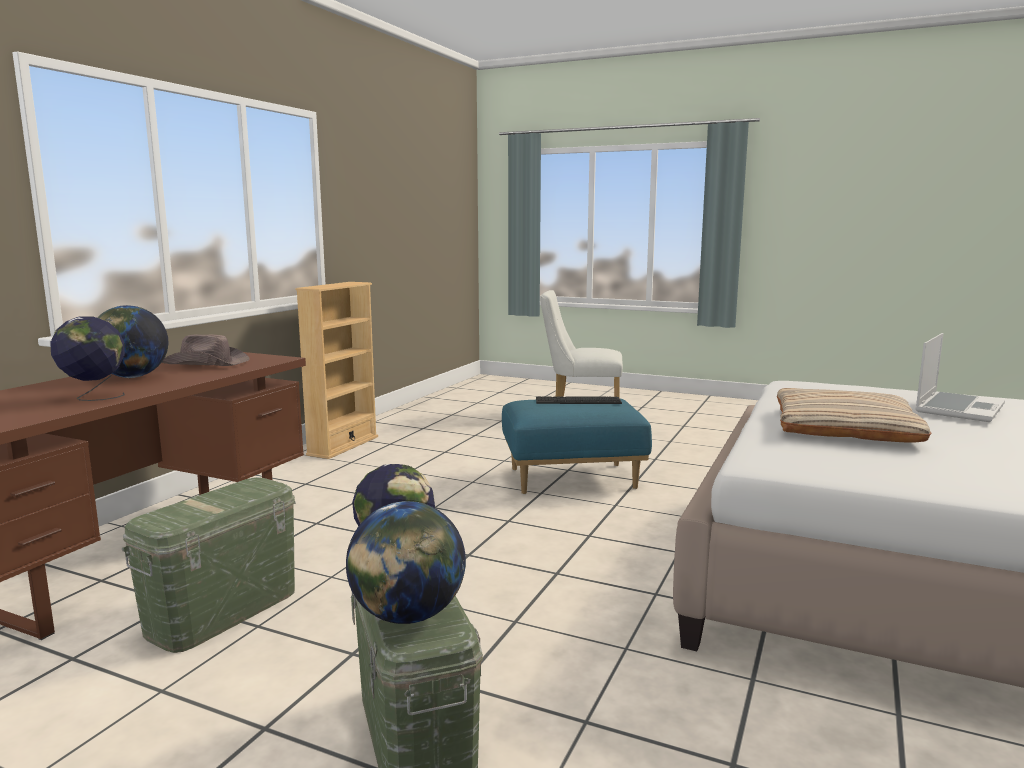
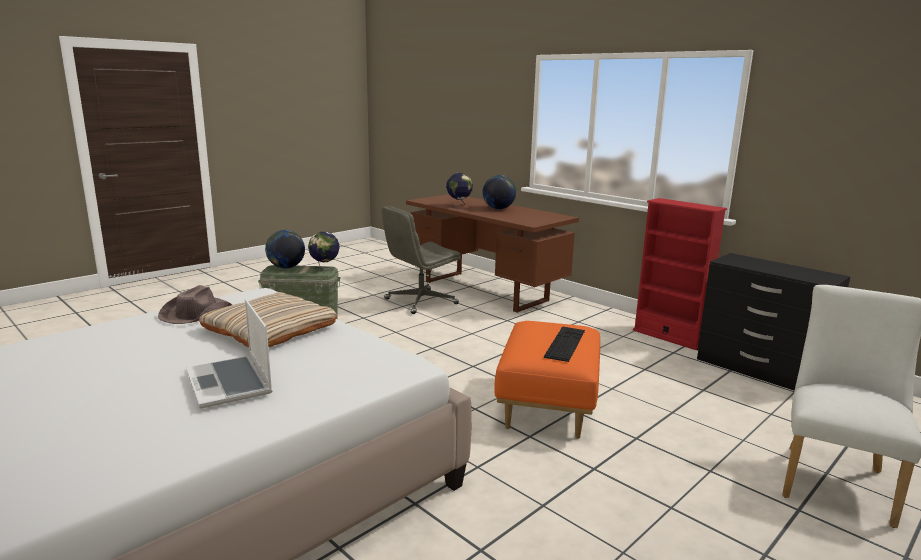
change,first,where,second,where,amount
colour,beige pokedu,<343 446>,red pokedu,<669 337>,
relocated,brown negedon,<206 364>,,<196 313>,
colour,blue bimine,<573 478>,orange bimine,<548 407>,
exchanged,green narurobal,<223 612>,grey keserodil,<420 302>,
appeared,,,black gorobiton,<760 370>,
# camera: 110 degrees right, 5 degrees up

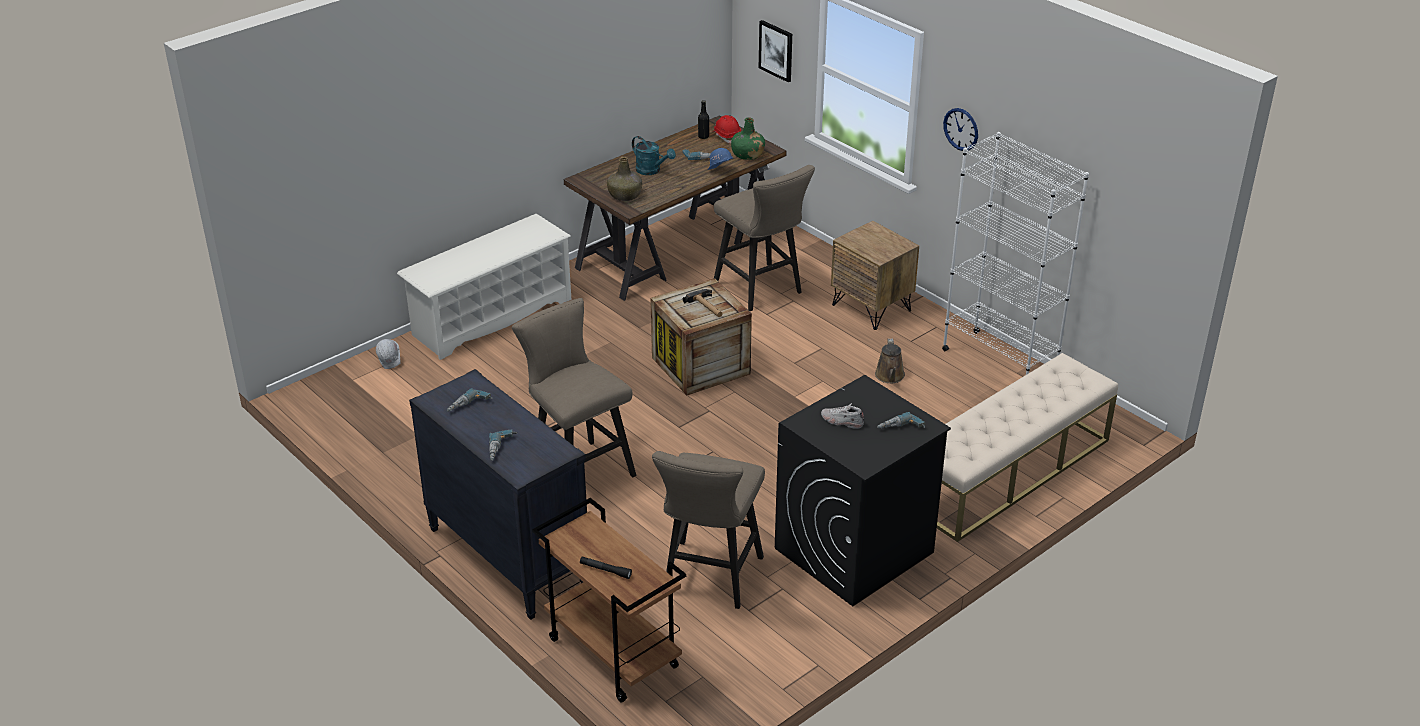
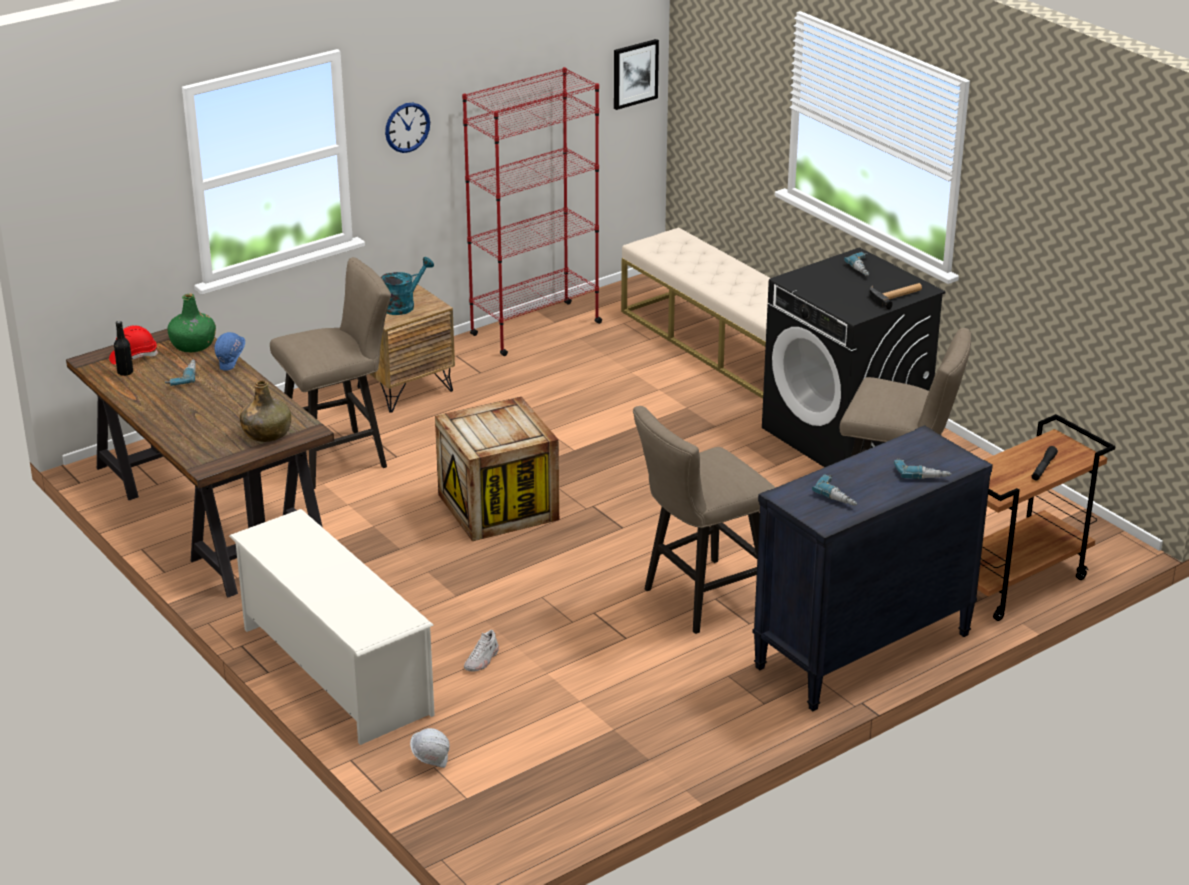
change,first,where,second,where,amount
relocated,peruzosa,<776 50>,,<634 73>,
colour,white pokedu,<999 363>,red pokedu,<535 329>,
relocated,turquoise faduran,<652 171>,,<403 305>,
relocated,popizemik,<707 307>,,<896 296>,
missing,brown faduran,<890 376>,,,
relocated,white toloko,<841 421>,,<482 660>,
# camera: 85 degrees left, 5 degrees down

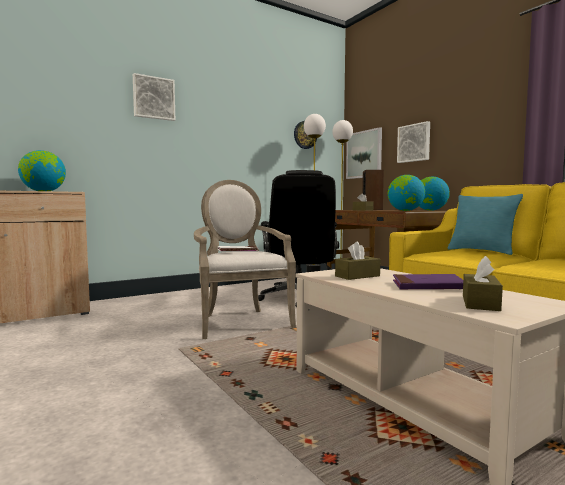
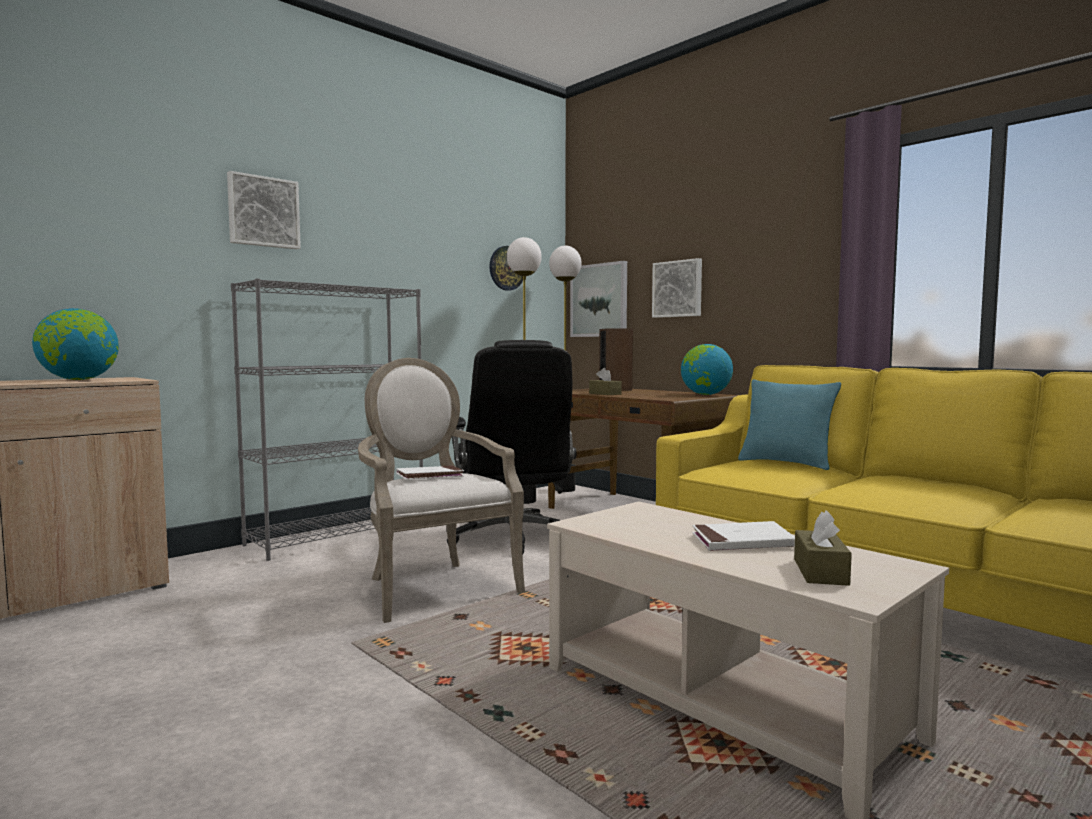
change,first,where,second,where,amount
missing,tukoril,<405 210>,,,
missing,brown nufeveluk,<357 276>,,,
colour,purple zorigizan,<428 286>,white zorigizan,<742 541>,
appeared,,,grey pokedu,<338 535>,
# camera: 10 degrees left, 0 degrees up

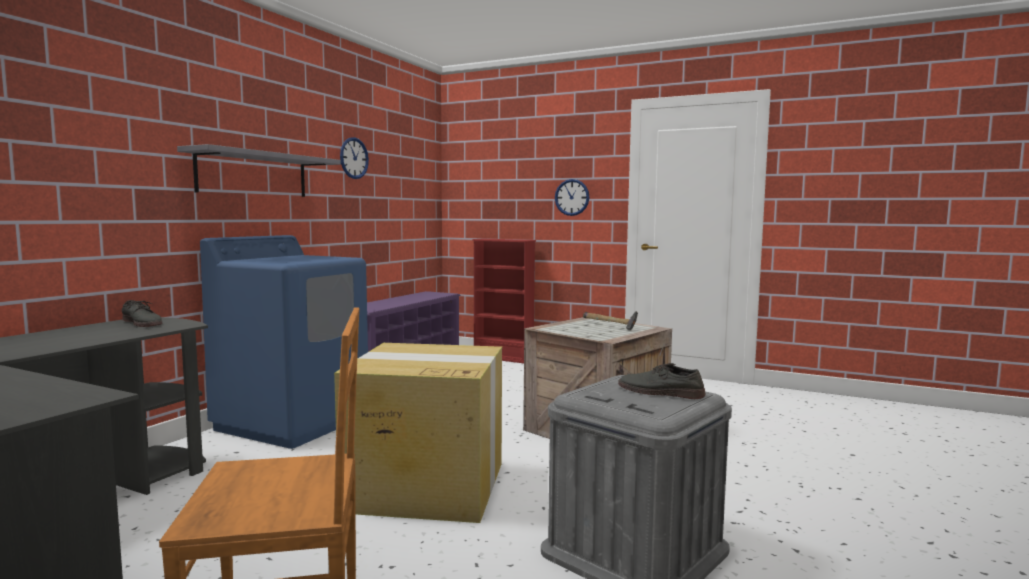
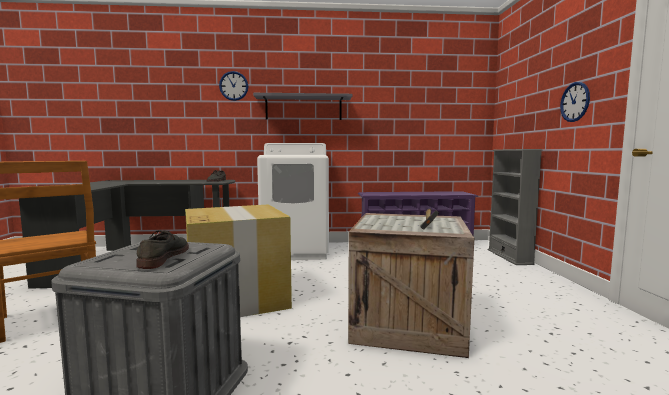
change,first,where,second,where,amount
relocated,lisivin,<354 158>,,<233 86>,
colour,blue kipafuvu,<293 422>,white kipafuvu,<296 251>,
colour,red pokedu,<503 358>,grey pokedu,<509 257>,
# camera: 60 degrees right, 0 degrees up

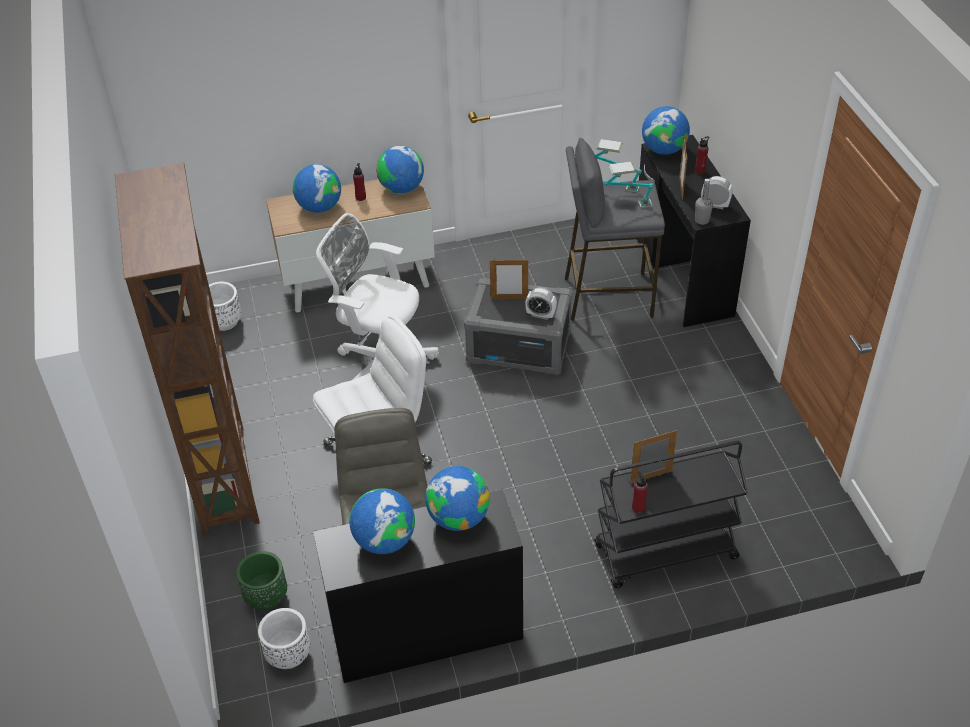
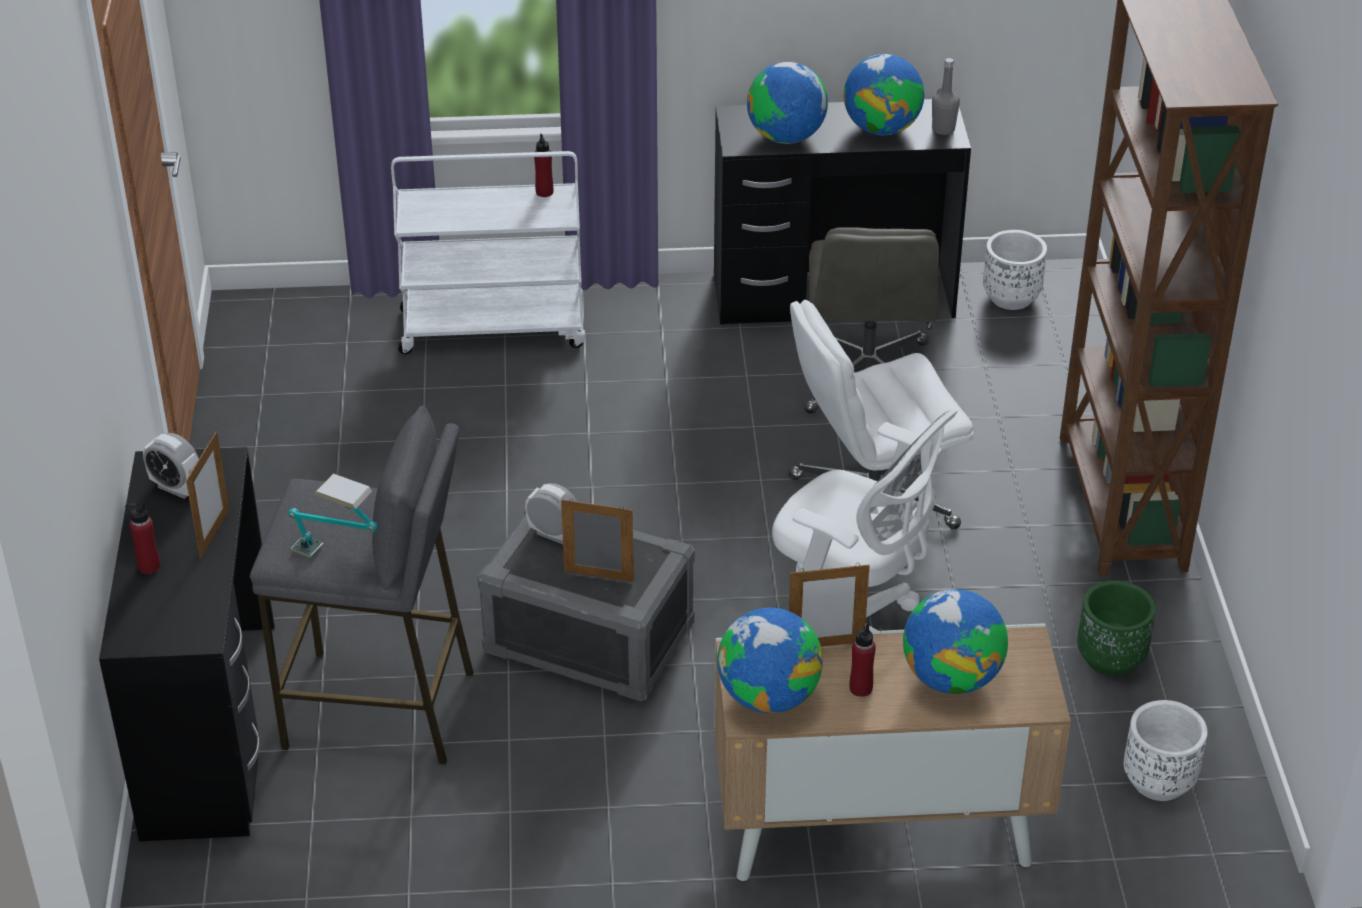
change,first,where,second,where,amount
missing,tukoril,<663 150>,,,
missing,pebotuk,<627 206>,,,
relocated,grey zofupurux,<702 220>,,<943 129>,
relocated,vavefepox,<651 476>,,<825 645>,
colour,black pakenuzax,<665 553>,white pakenuzax,<494 328>,
relocated,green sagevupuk,<266 597>,,<1111 659>,
# camera: 170 degrees left, 5 degrees down

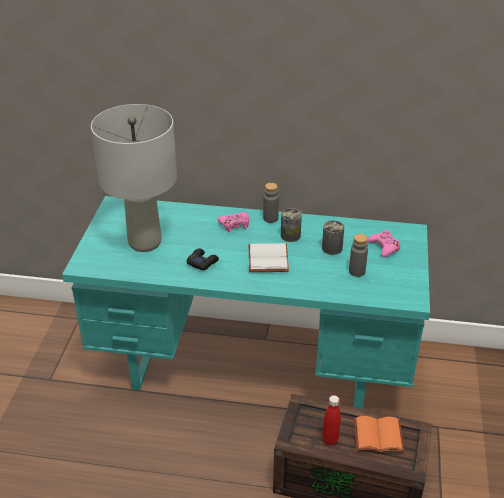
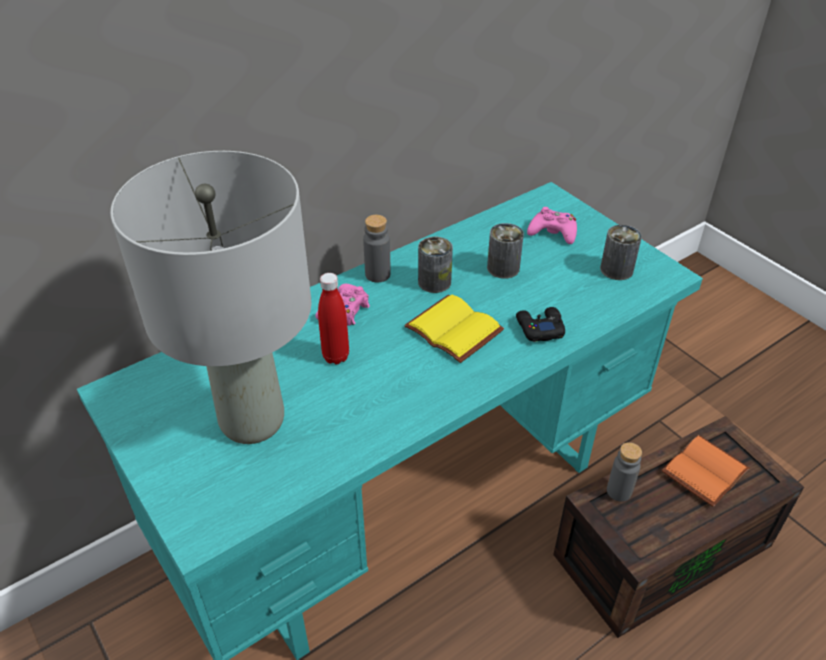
change,first,where,second,where,amount
relocated,grey zofupurux,<357 271>,,<619 491>,
colour,white zorigizan,<266 258>,yellow zorigizan,<451 330>,
relocated,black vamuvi,<202 262>,,<539 328>,
relocated,red zofupurux,<330 440>,,<336 356>,
appeared,,,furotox,<616 269>,
# camera: 45 degrees left, 5 degrees up

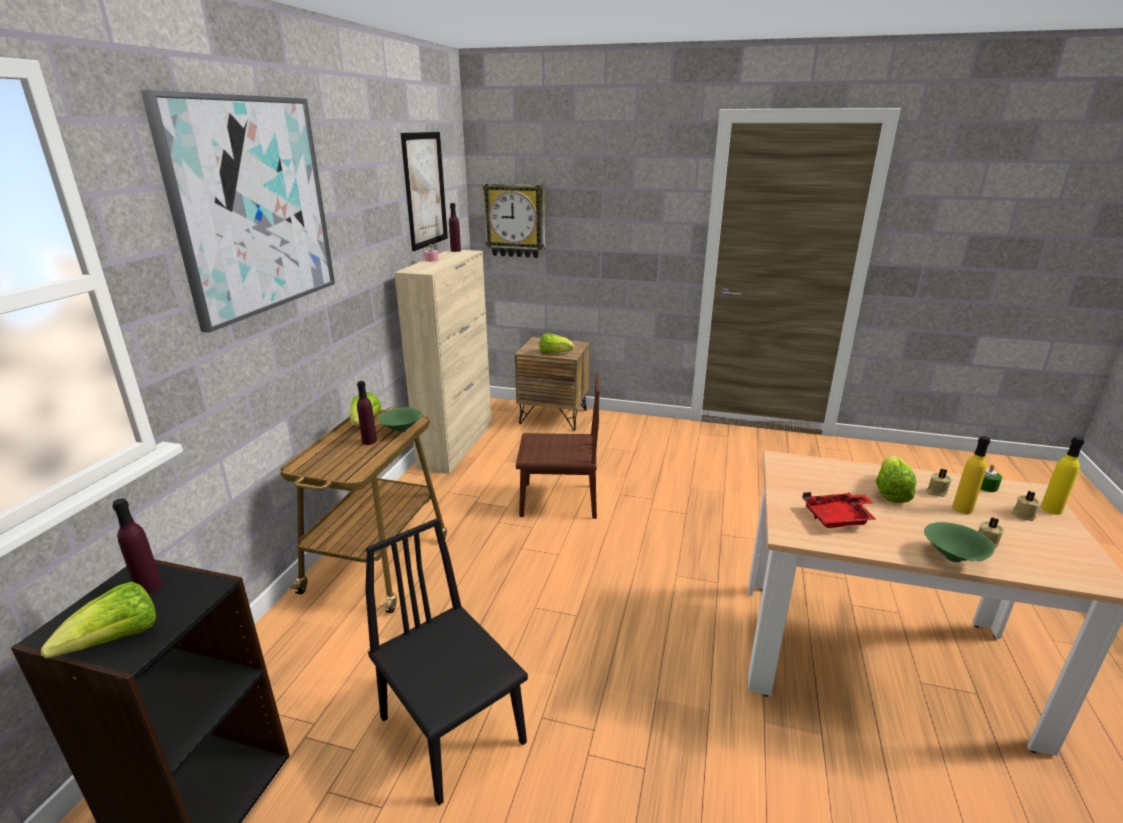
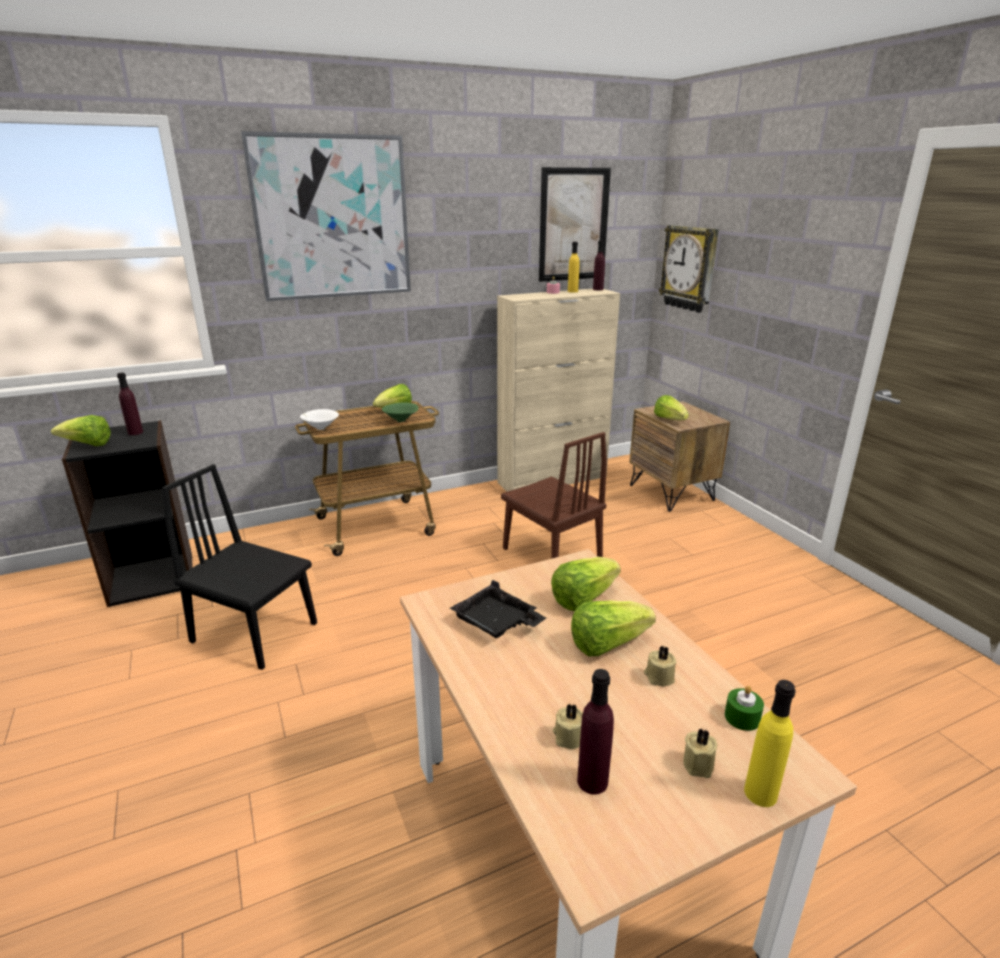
change,first,where,second,where,amount
relocated,purple zofupurux,<369 441>,,<592 781>,
relocated,yellow zofupurux,<962 509>,,<572 291>,
colour,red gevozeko,<838 518>,black gevozeko,<496 622>,
spun,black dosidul,<452 730>,,<255 632>,75 degrees counterclockwise
missing,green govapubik,<953 559>,,,
appeared,,,white govapubik,<320 428>,
appeared,,,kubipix,<583 598>,
# camera: 50 degrees right, 0 degrees up

